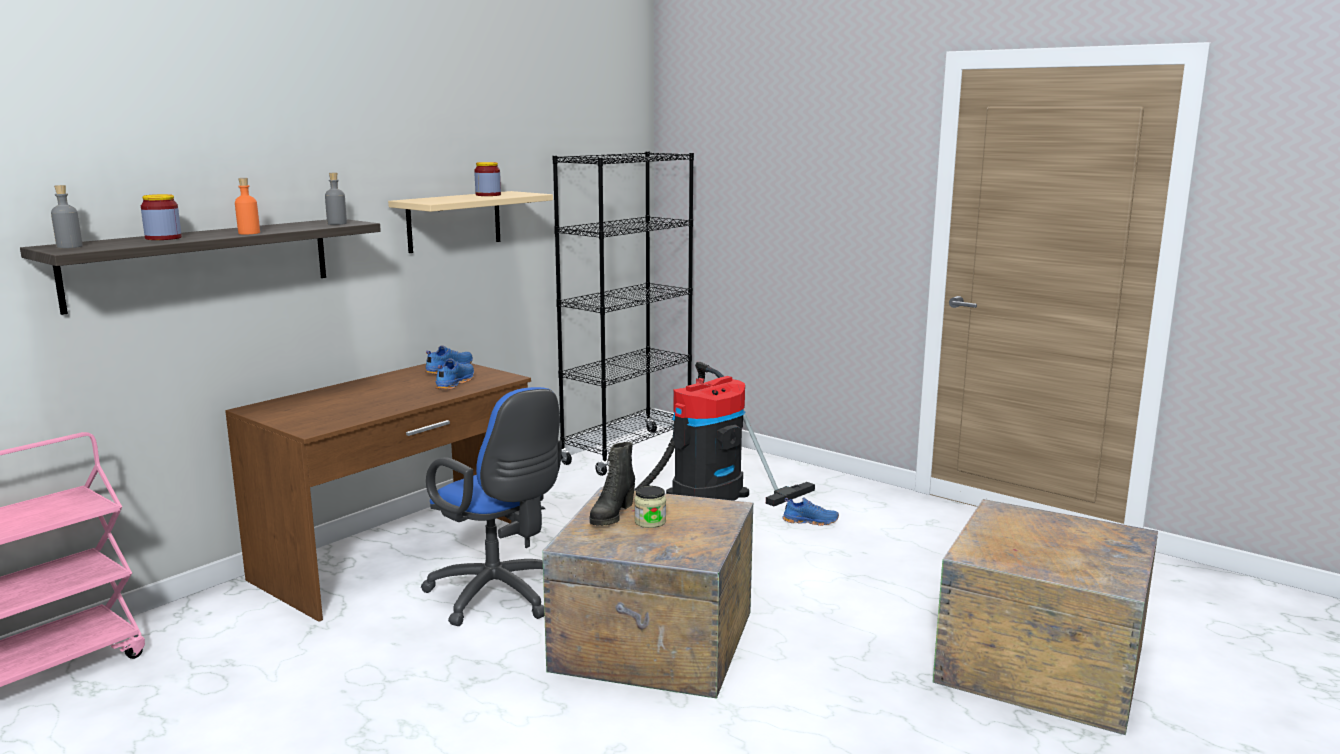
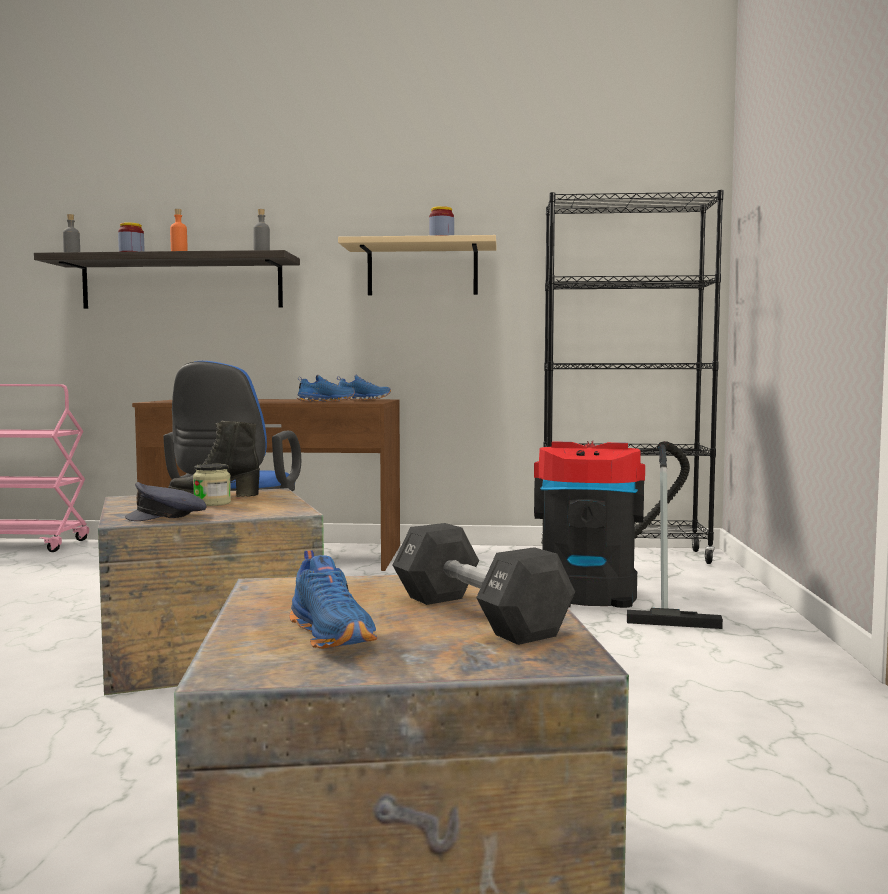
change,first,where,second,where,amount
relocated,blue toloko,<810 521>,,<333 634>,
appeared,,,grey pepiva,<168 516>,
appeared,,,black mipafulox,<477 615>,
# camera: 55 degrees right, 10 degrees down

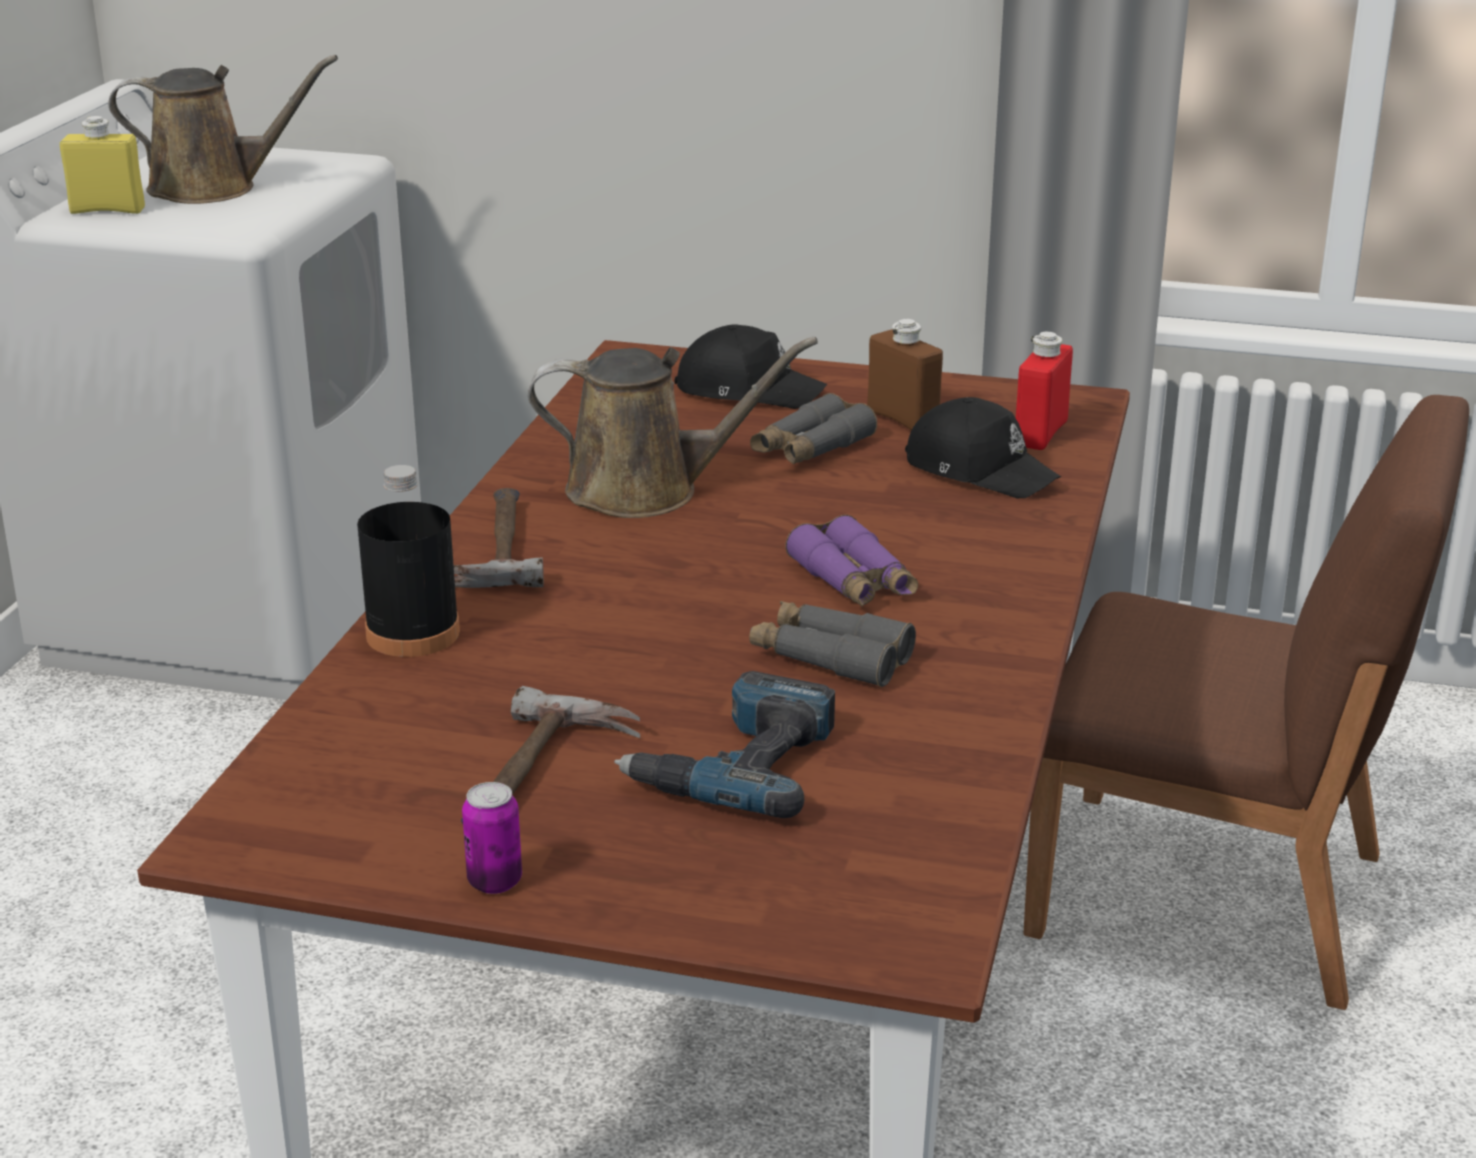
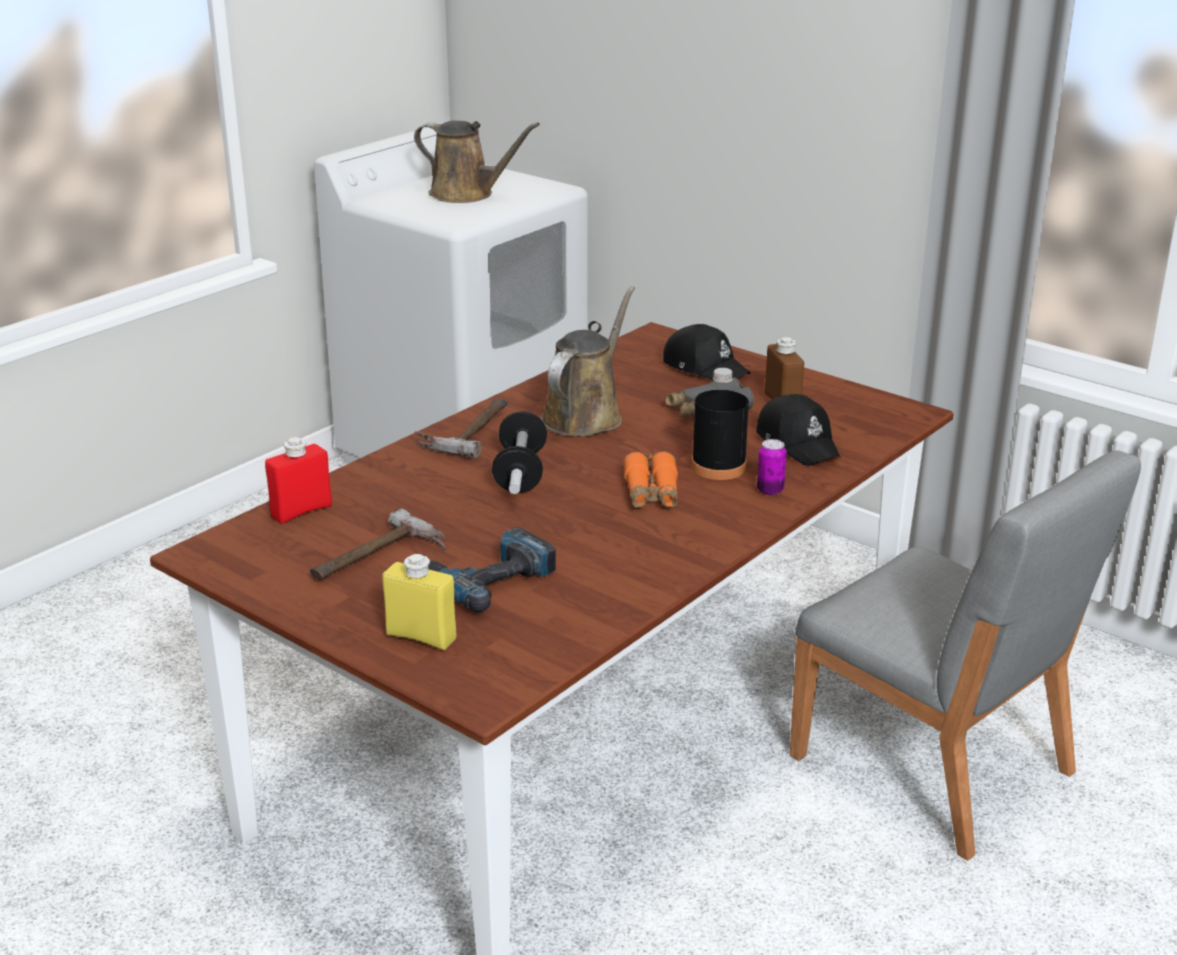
change,first,where,second,where,amount
relocated,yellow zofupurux,<107 210>,,<421 636>,
relocated,red zofupurux,<1040 434>,,<301 511>,
spun,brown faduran,<646 490>,,<585 416>,90 degrees counterclockwise
colour,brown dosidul,<1212 896>,grey dosidul,<933 767>,
relocated,black zofupurux,<413 633>,,<718 467>,
colour,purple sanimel,<853 581>,orange sanimel,<651 493>,
missing,grey sanimel,<830 657>,,,
relocated,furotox,<495 881>,,<770 490>,
appeared,,,mipafulox,<520 473>,
# camera: 25 degrees right, 0 degrees up

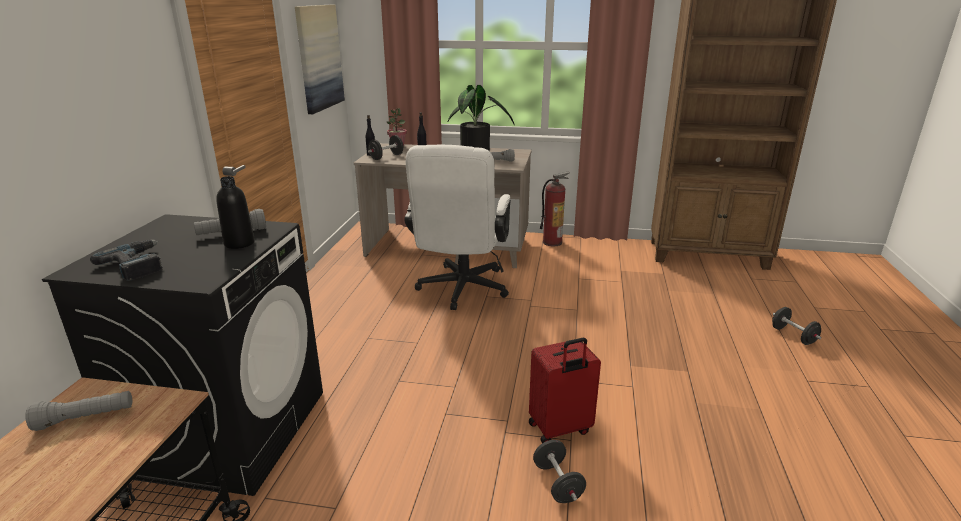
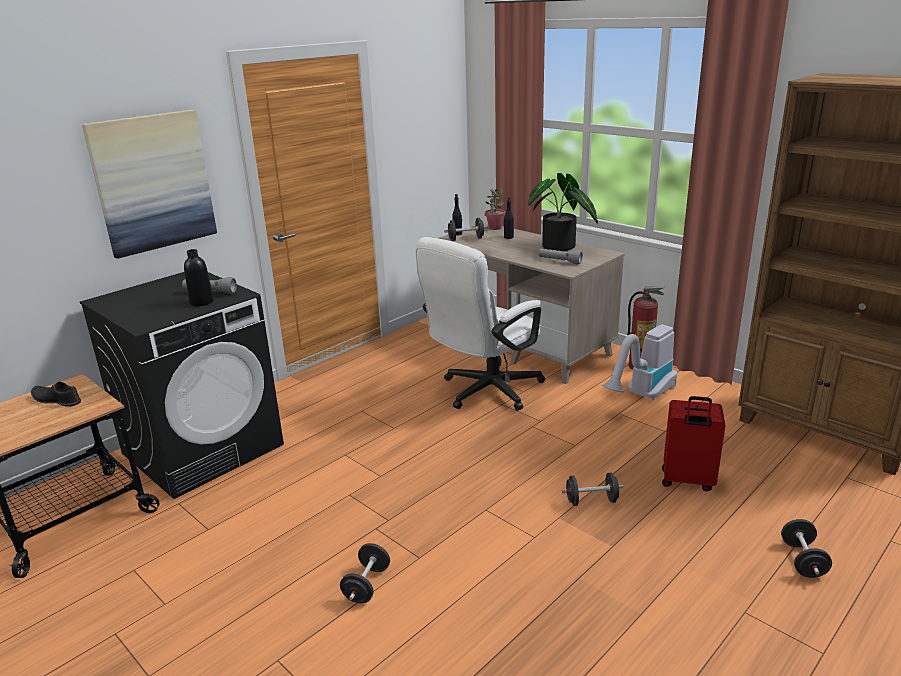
change,first,where,second,where,amount
relocated,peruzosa,<319 57>,,<153 182>,
missing,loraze,<138 264>,,,
relocated,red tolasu,<560 429>,,<687 481>,
exchanged,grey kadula,<85 418>,black toloko,<56 399>,
appeared,,,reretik,<641 396>,
appeared,,,black mipafulox,<591 501>,
# camera: 35 degrees right, 0 degrees up

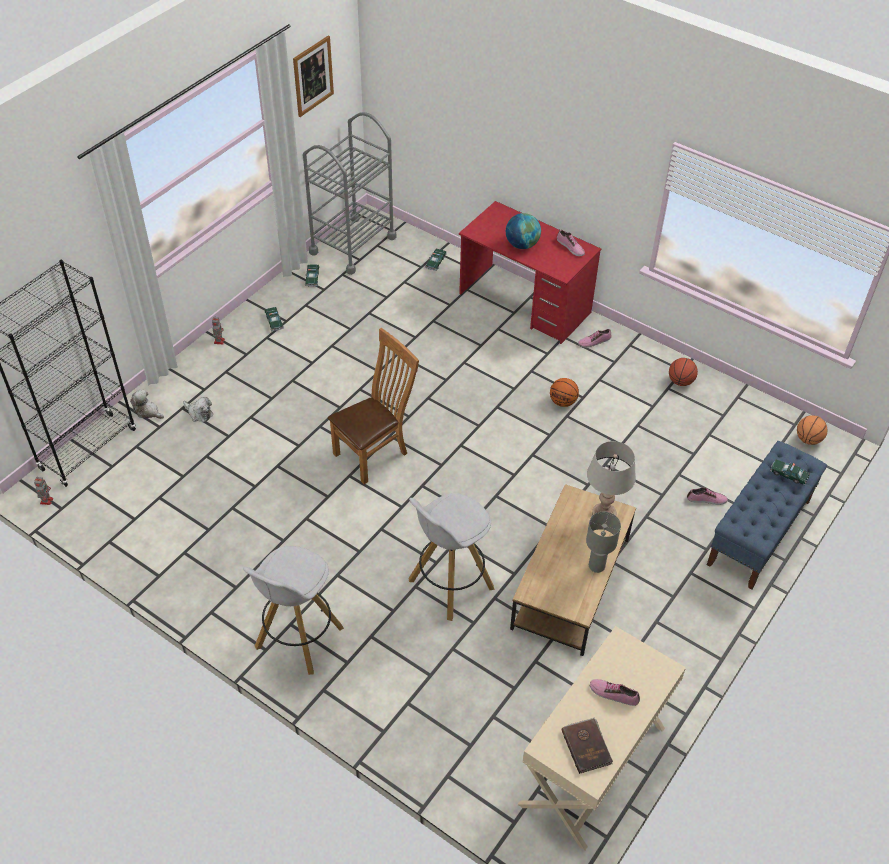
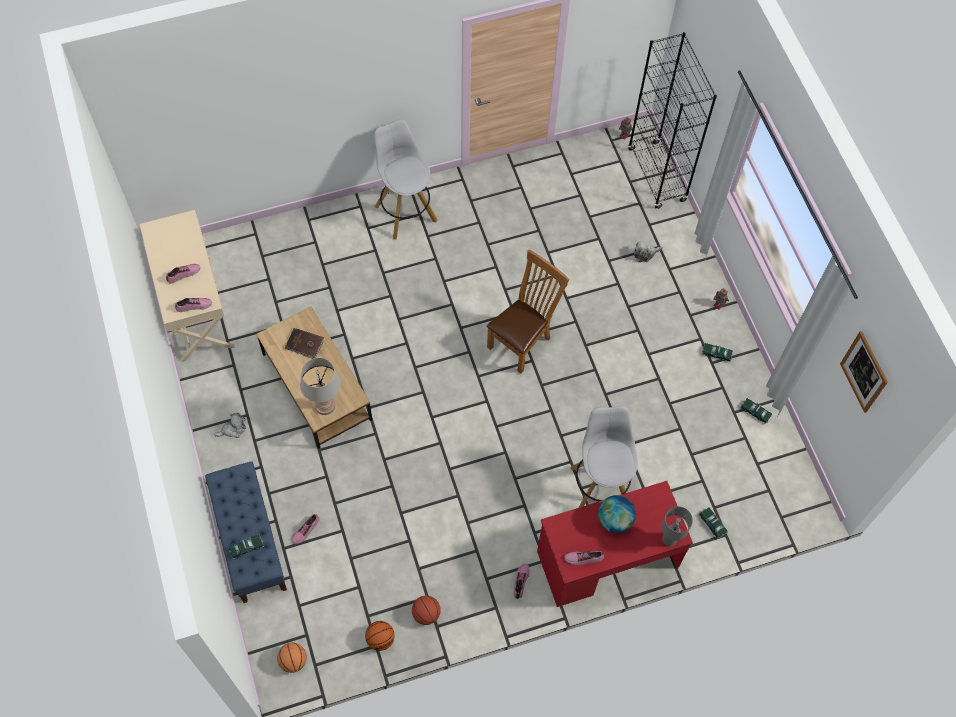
change,first,where,second,where,amount
missing,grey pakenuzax,<352 245>,,,
spun,brown dosidul,<375 453>,,<522 341>,135 degrees counterclockwise
relocated,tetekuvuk,<562 402>,,<380 639>,
relocated,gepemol,<148 411>,,<233 429>,
relocated,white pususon,<449 585>,,<600 486>,
relocated,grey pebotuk,<597 566>,,<668 539>,
relocated,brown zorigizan,<587 746>,,<304 344>,
appeared,,,toloko,<194 306>,
# camera: 125 degrees right, 15 degrees up

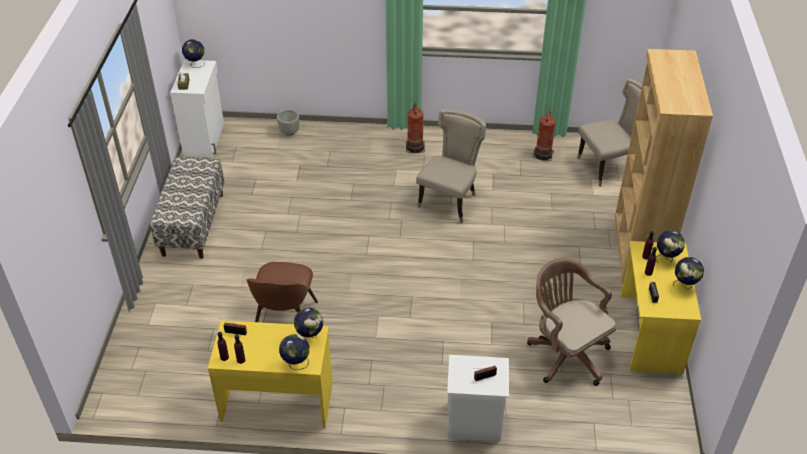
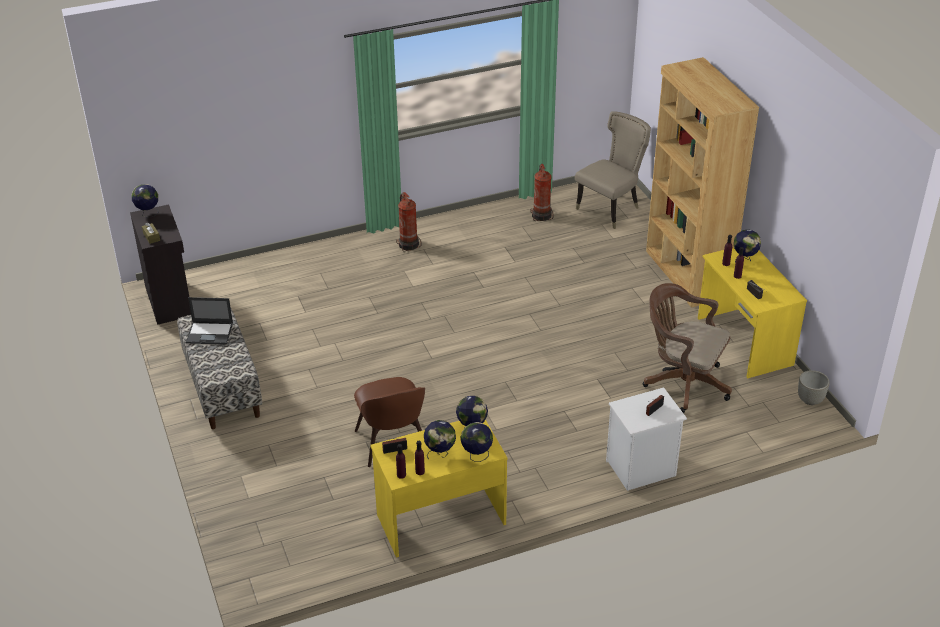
change,first,where,second,where,amount
colour,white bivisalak,<205 139>,black bivisalak,<169 300>,
relocated,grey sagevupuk,<289 132>,,<810 400>,
missing,beige dosidul,<450 201>,,,
relocated,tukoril,<684 285>,,<440 454>,
appeared,,,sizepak,<210 333>,
# camera: 25 degrees left, 5 degrees down

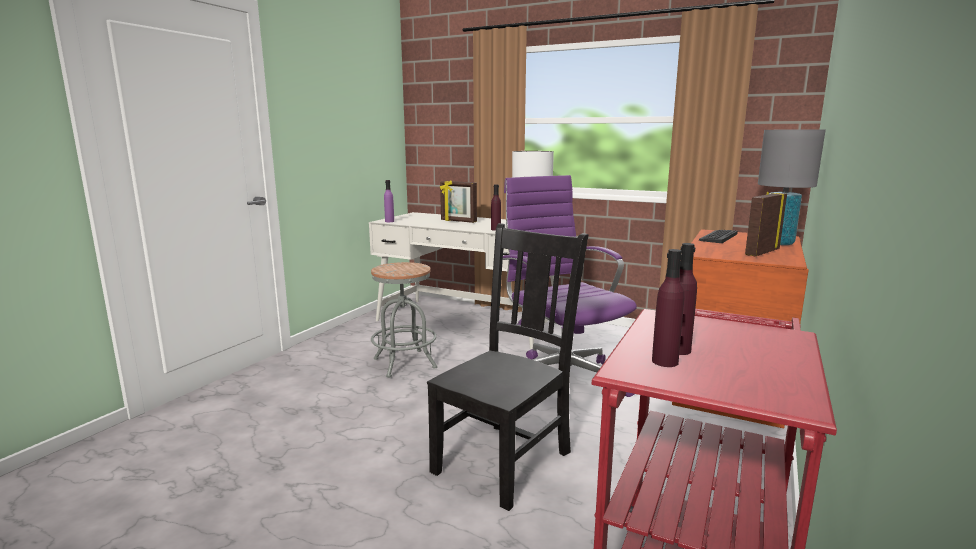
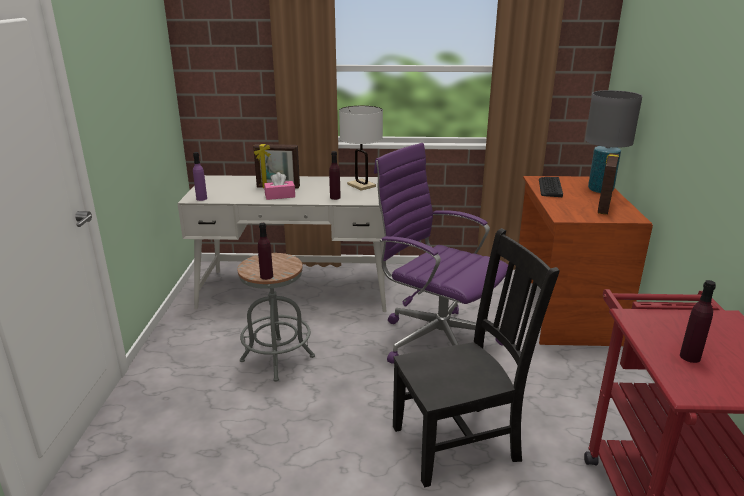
change,first,where,second,where,amount
spun,black dosidul,<505 460>,,<459 442>,60 degrees clockwise
relocated,purple zofupurux,<664 361>,,<266 276>,
appeared,,,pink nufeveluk,<280 196>,
# camera: 25 degrees left, 10 degrees up

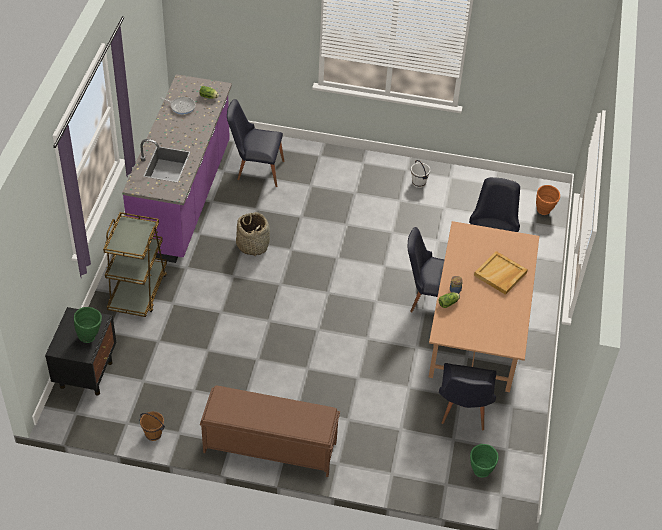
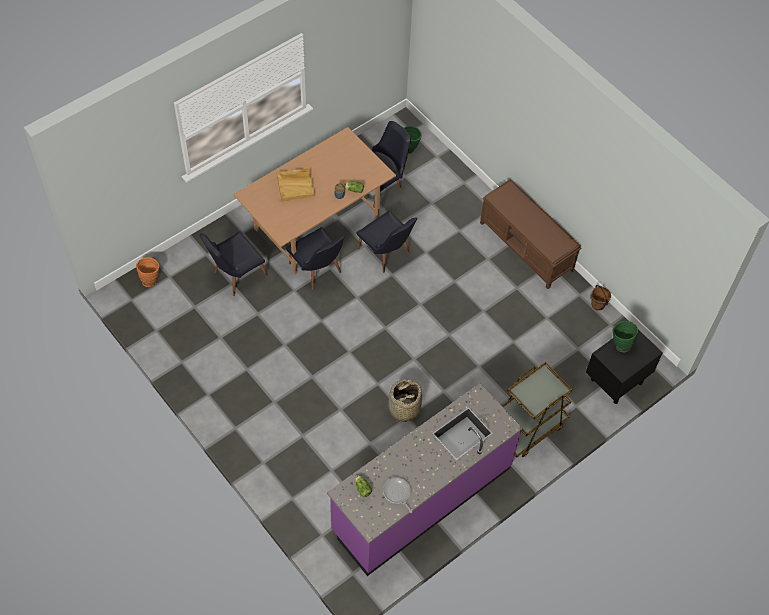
change,first,where,second,where,amount
relocated,black dosidul,<255 169>,,<387 255>,
missing,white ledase,<419 183>,,,
# camera: 140 degrees left, 10 degrees up

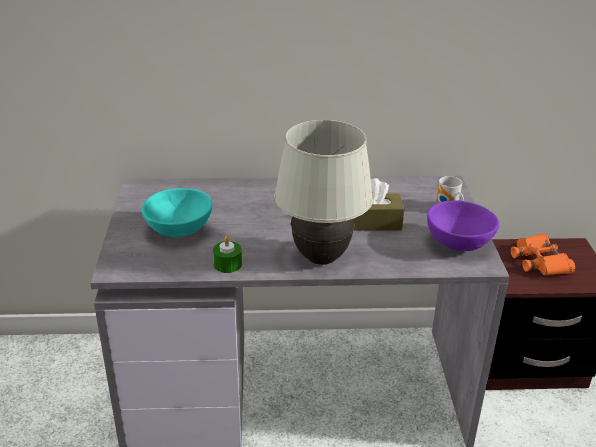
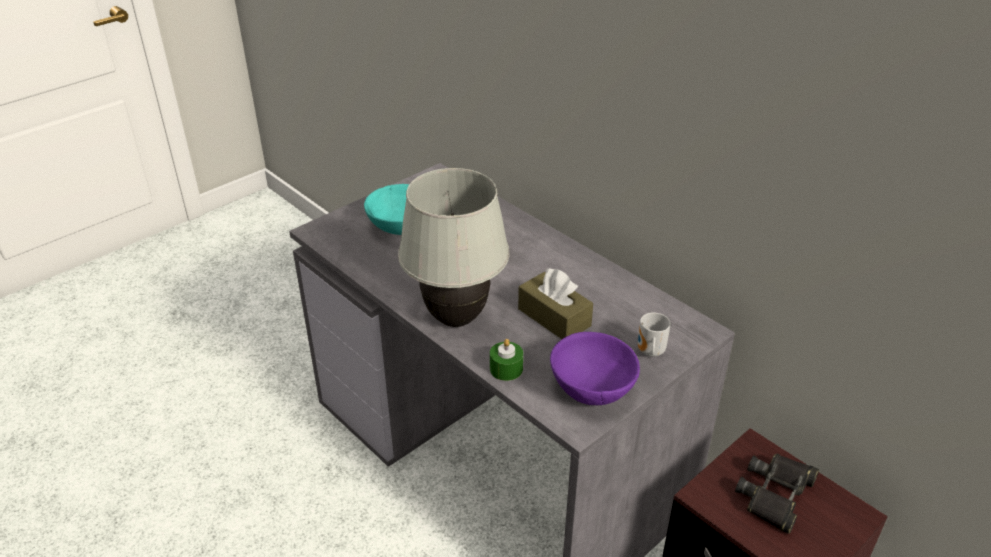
change,first,where,second,where,amount
colour,orange sanimel,<539 261>,black sanimel,<775 495>,
relocated,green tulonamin,<227 264>,,<506 369>,
# camera: 50 degrees right, 5 degrees up

